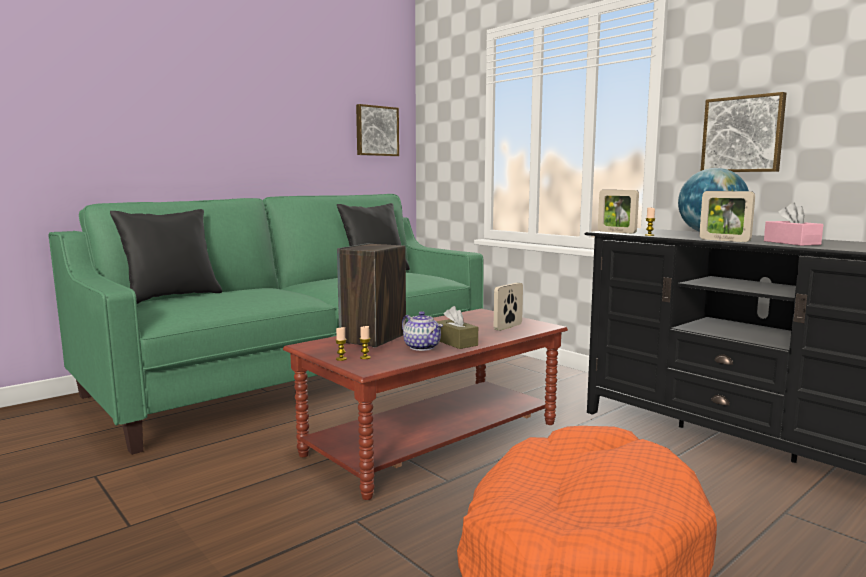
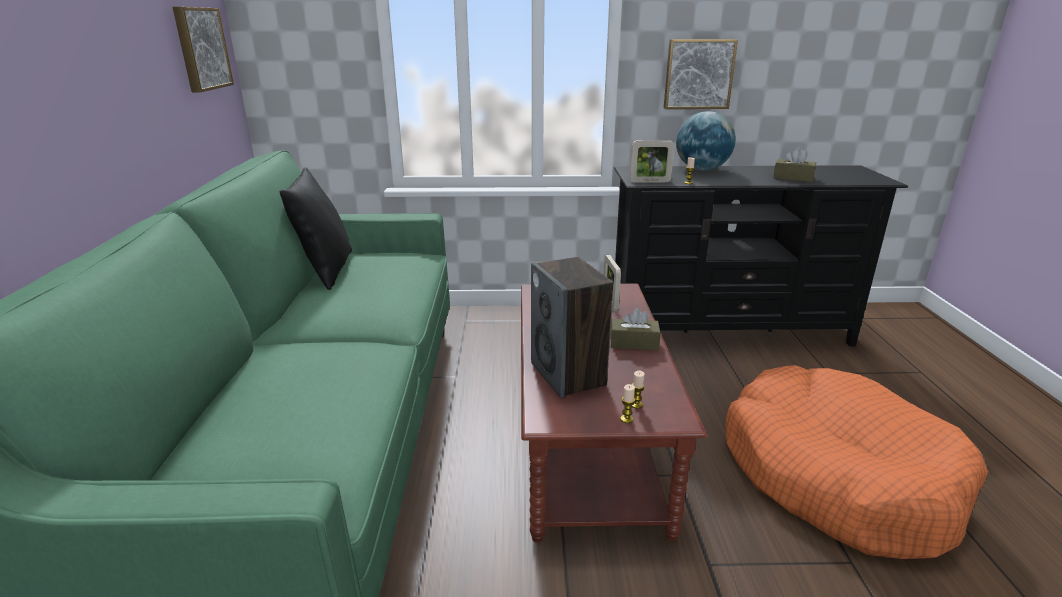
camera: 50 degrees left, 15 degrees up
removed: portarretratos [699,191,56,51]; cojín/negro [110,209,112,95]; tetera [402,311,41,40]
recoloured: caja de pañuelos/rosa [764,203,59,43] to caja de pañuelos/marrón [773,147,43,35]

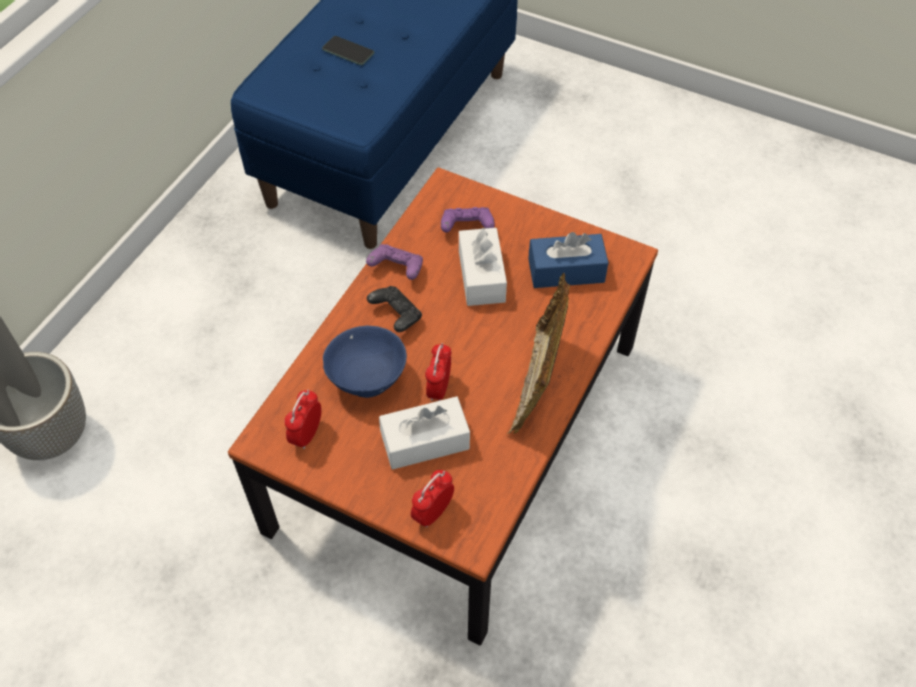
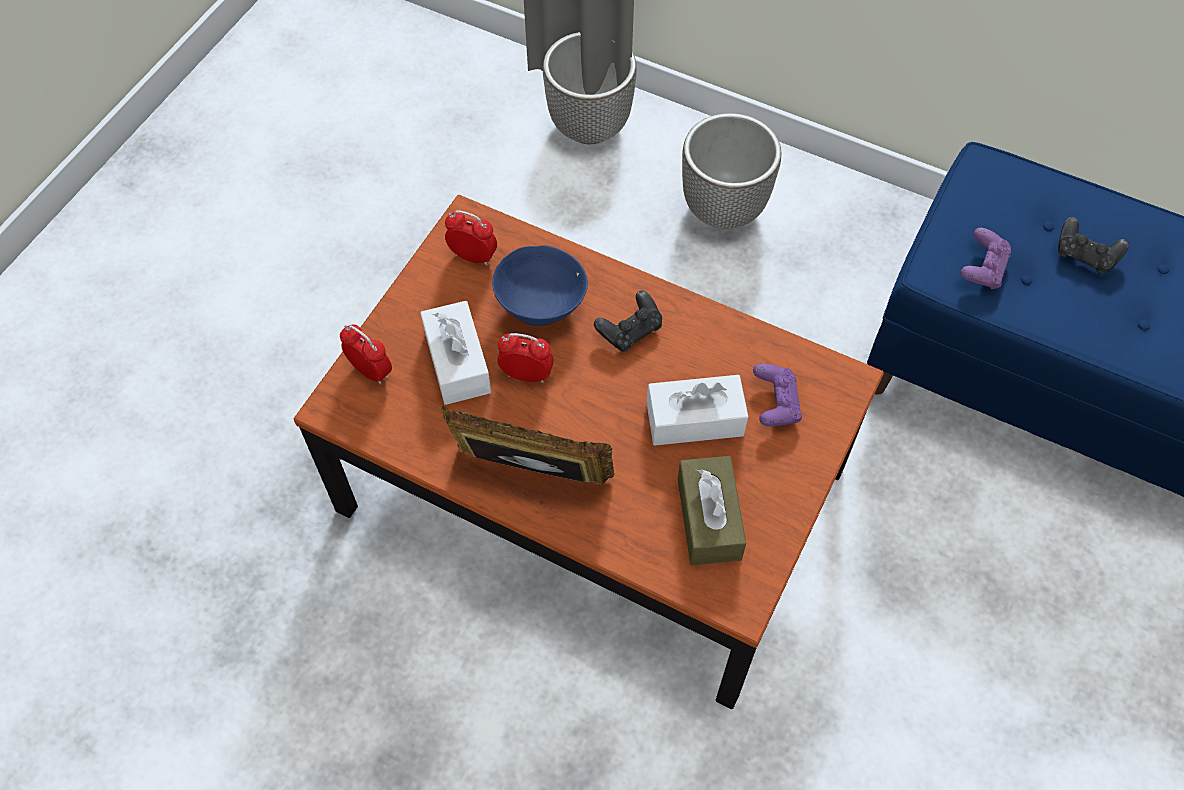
camera: 90 degrees right, 5 degrees up
added: maceta [682,113,100,116]
moved: mando de consola/morado [366,244,57,36] to [960,228,51,61]
replaced: móvil [322,36,52,29] to mando de consola/negro [1058,217,71,57]
recoloured: caja de pañuelos/azul [528,232,81,56] to caja de pañuelos/marrón [678,456,68,109]

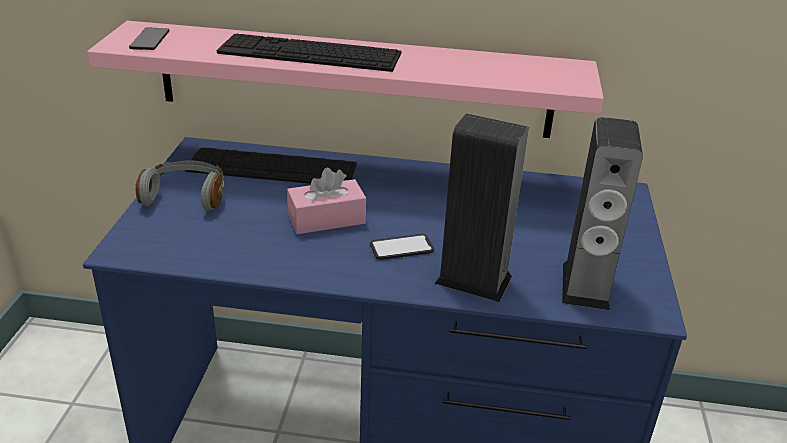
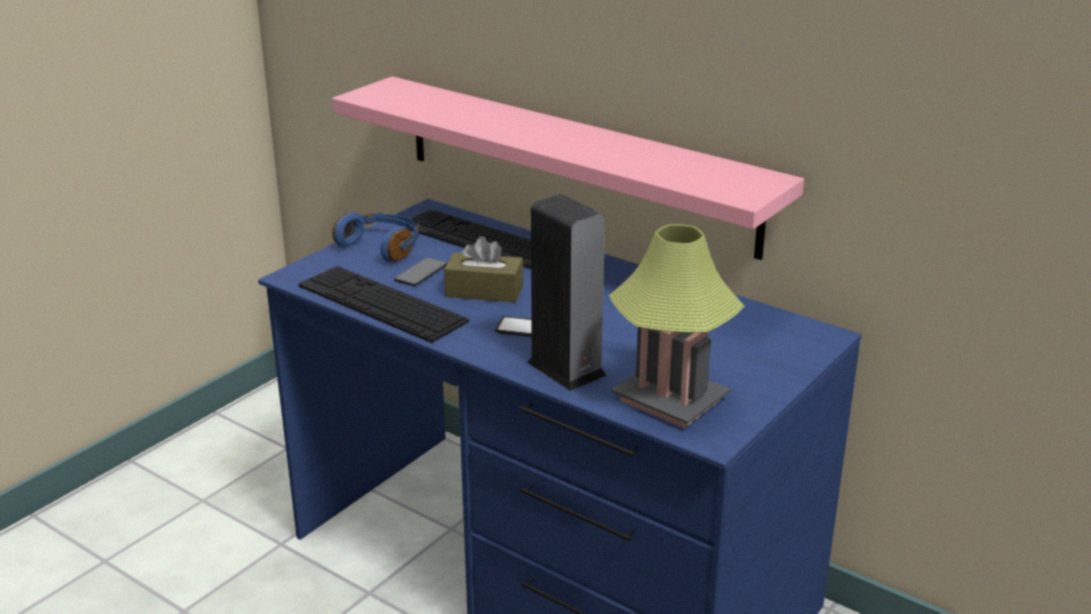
camera: 30 degrees right, 5 degrees down
moved: móvil [129,27,41,23] to [395,257,52,29]; teclado [217,34,184,38] to [299,266,170,77]
replaced: altavoz [562,117,81,193] to lámpara de mesa [609,224,135,204]
recoloured: auriculares/gris [136,161,88,50] to auriculares/azul [332,213,87,49]; caja de pañuelos/rosa [287,168,79,66] to caja de pañuelos/marrón [444,236,79,66]

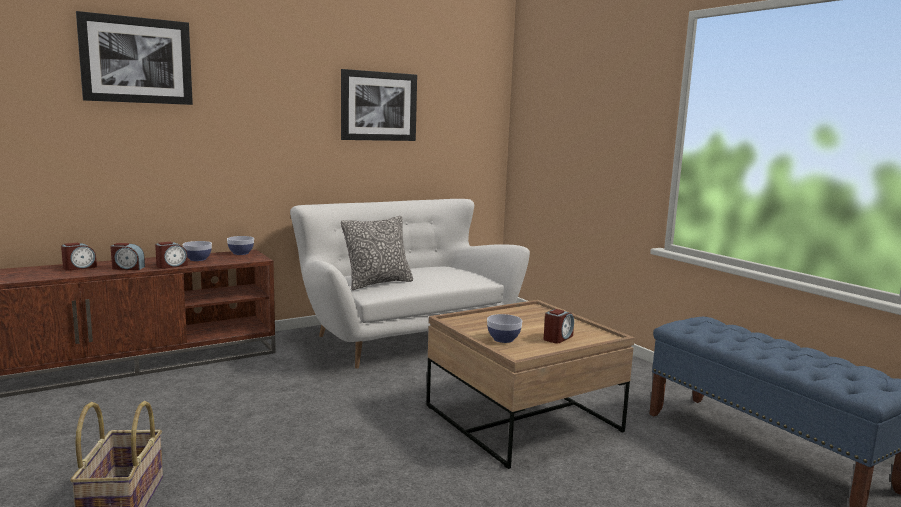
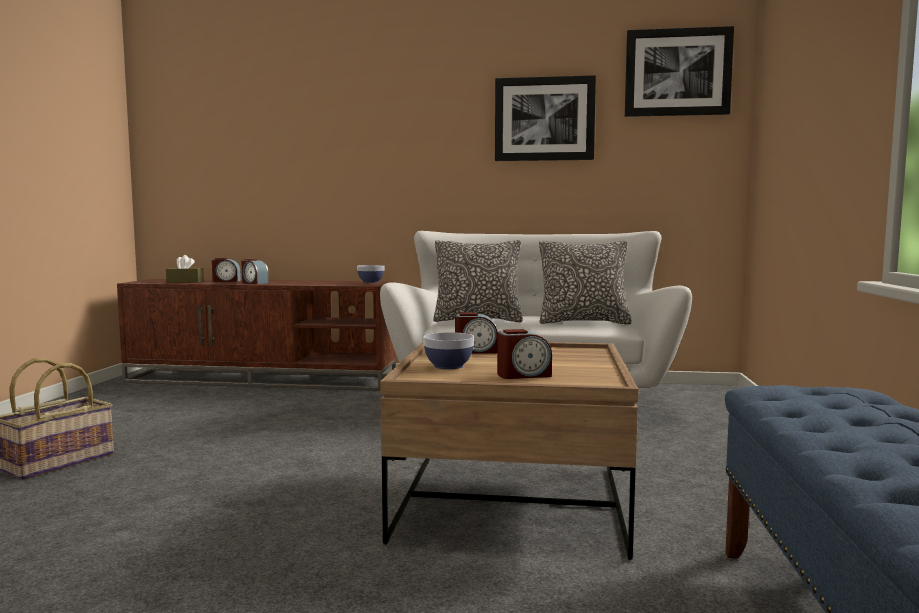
camera: 40 degrees right, 5 degrees down
removed: cuenco [183,241,29,20]
added: cojín [539,241,93,84]; caja de pañuelos/marrón [166,255,38,28]
moved: cuadro [76,11,117,94] to [625,26,109,91]; despertador [155,242,33,27] to [455,313,43,40]

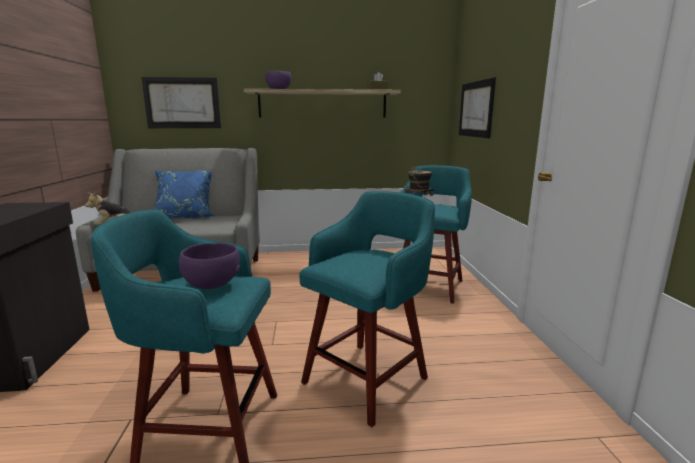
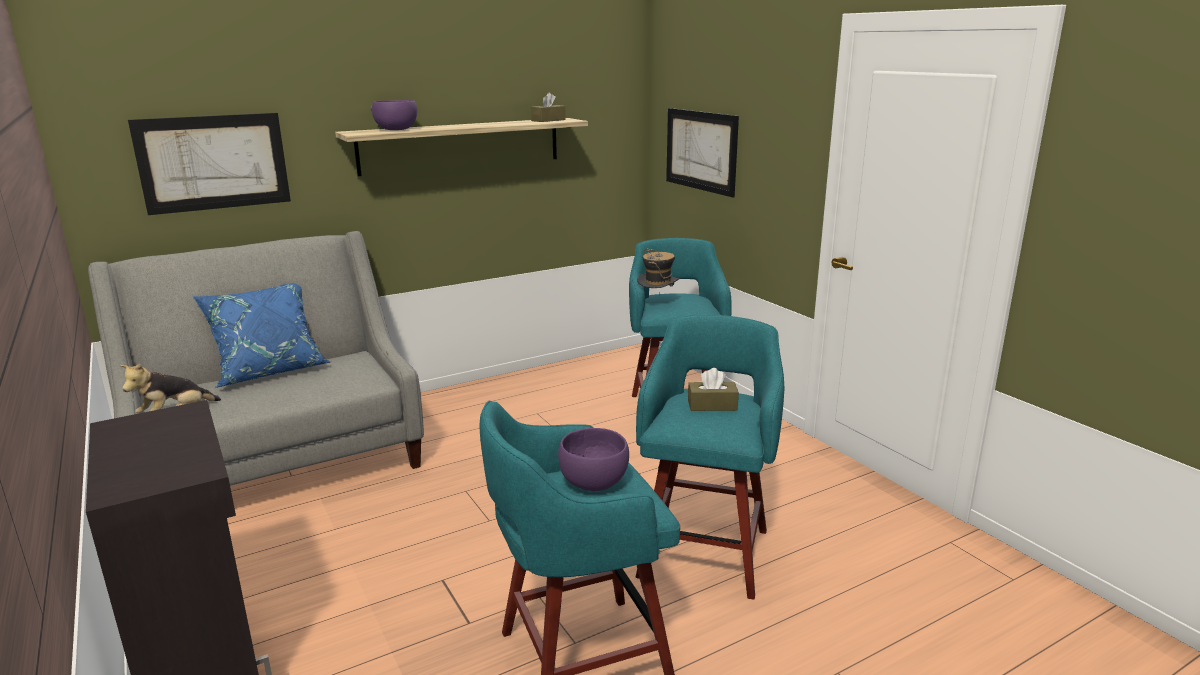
camera: 25 degrees left, 5 degrees up
added: caja de pañuelos/marrón [688,368,51,43]

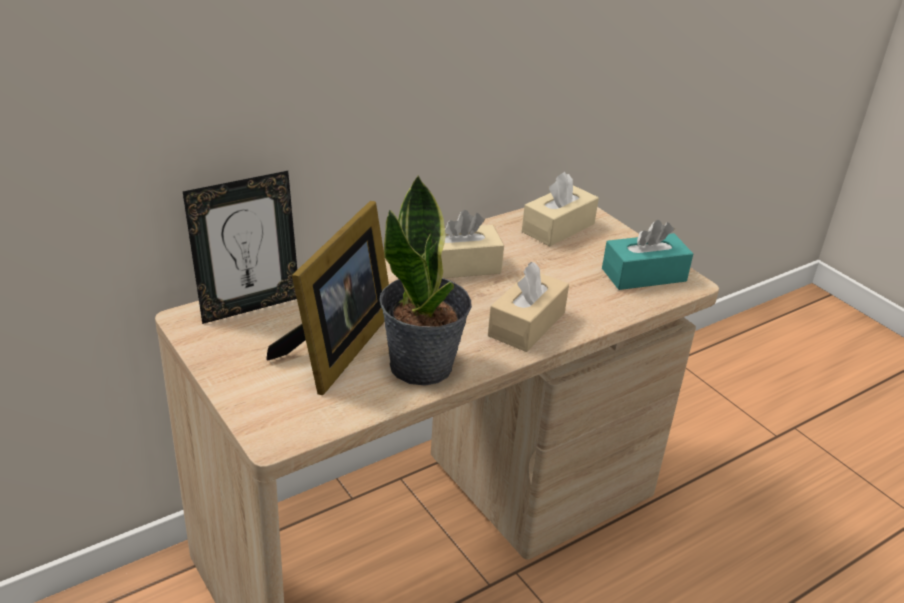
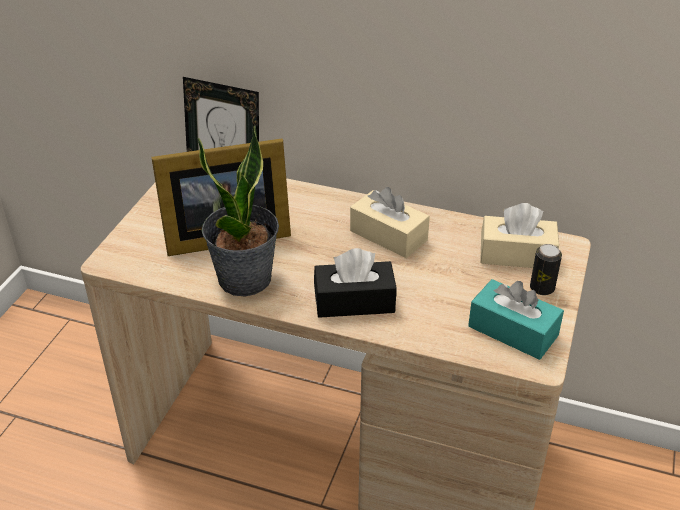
camera: 55 degrees right, 5 degrees up
added: lata [530,244,32,51]
recoloured: caja de pañuelos/beis [488,262,81,90] to caja de pañuelos/negro [314,248,83,70]

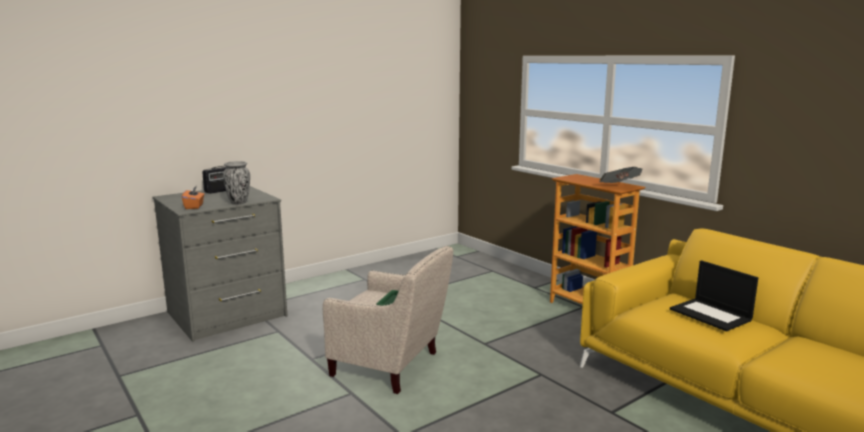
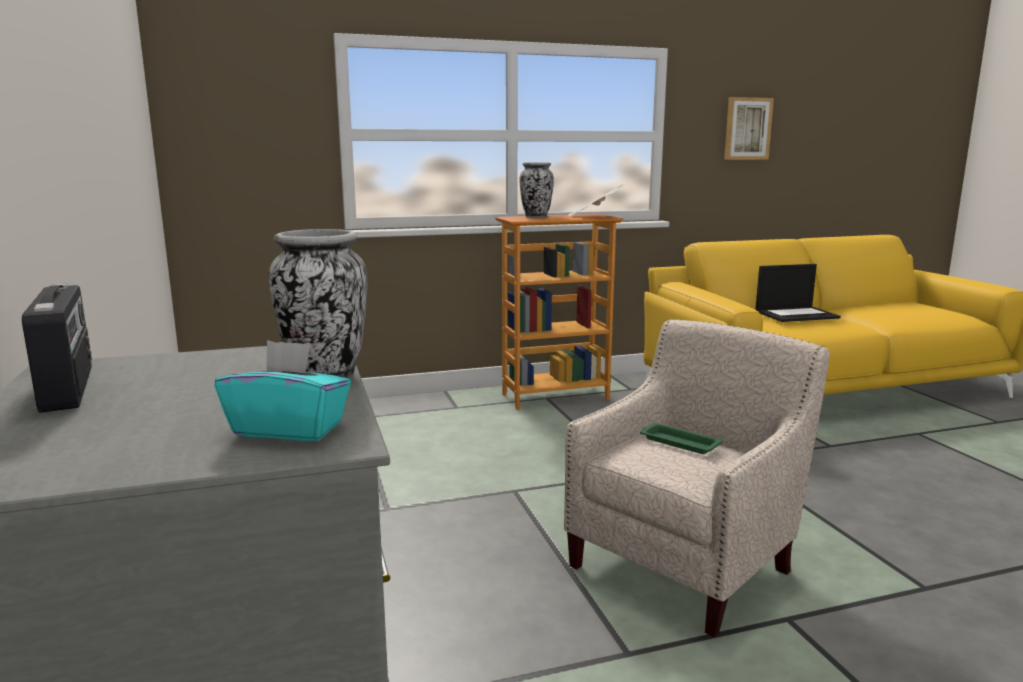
camera: 70 degrees left, 0 degrees up
added: cuadro [724,97,50,63]; florero [519,162,35,55]
recoloured: caja de pañuelos/naranja [182,186,22,23] to caja de pañuelos/turquesa [214,340,137,101]

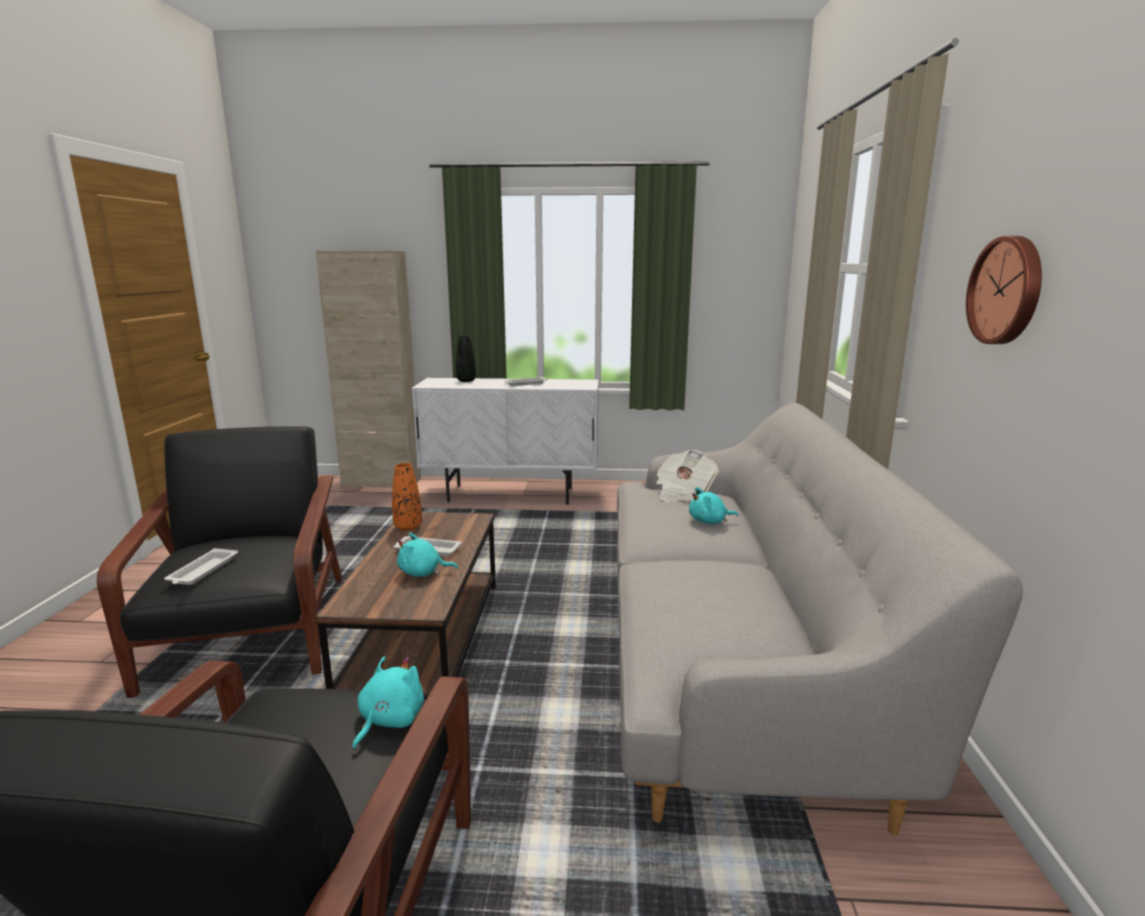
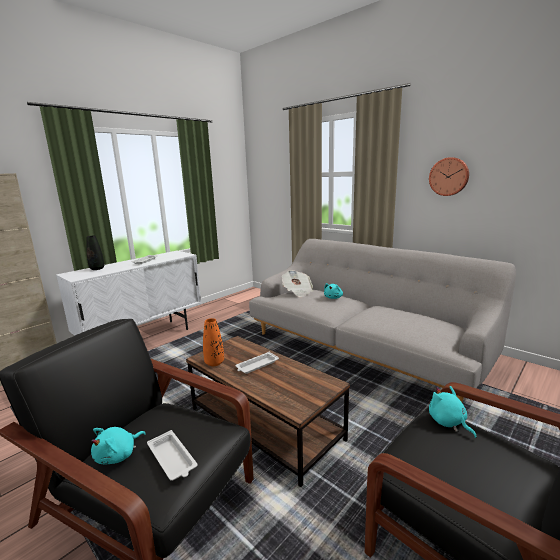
camera: 50 degrees left, 0 degrees up
moved: peluche/turquesa [397,533,61,44] to [91,427,55,37]

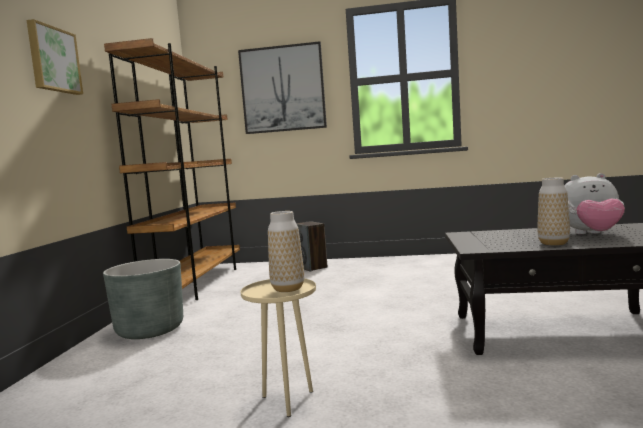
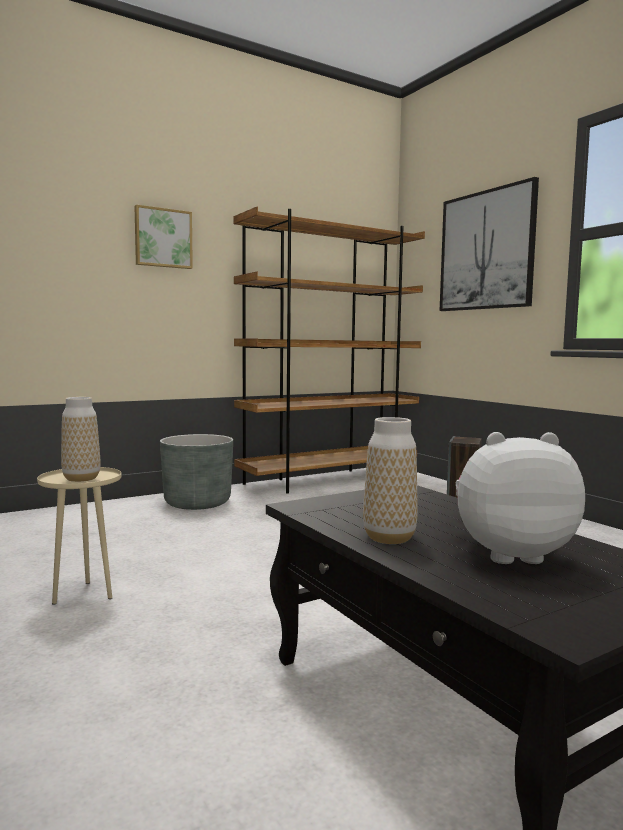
camera: 50 degrees right, 0 degrees up
turned: peluche [564,173,61,61] = [455,432,130,132] 120 degrees clockwise

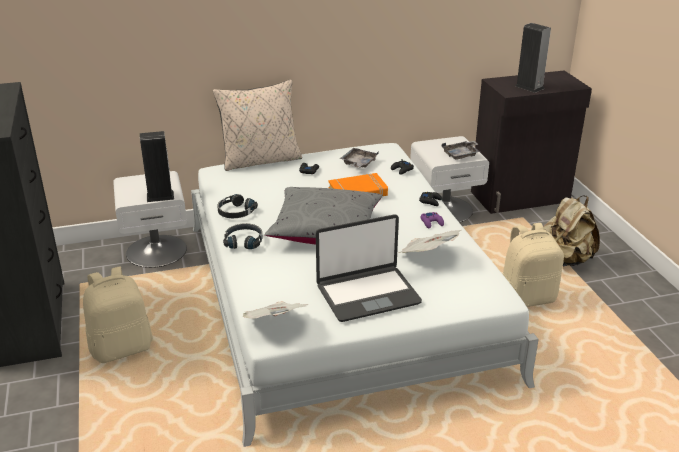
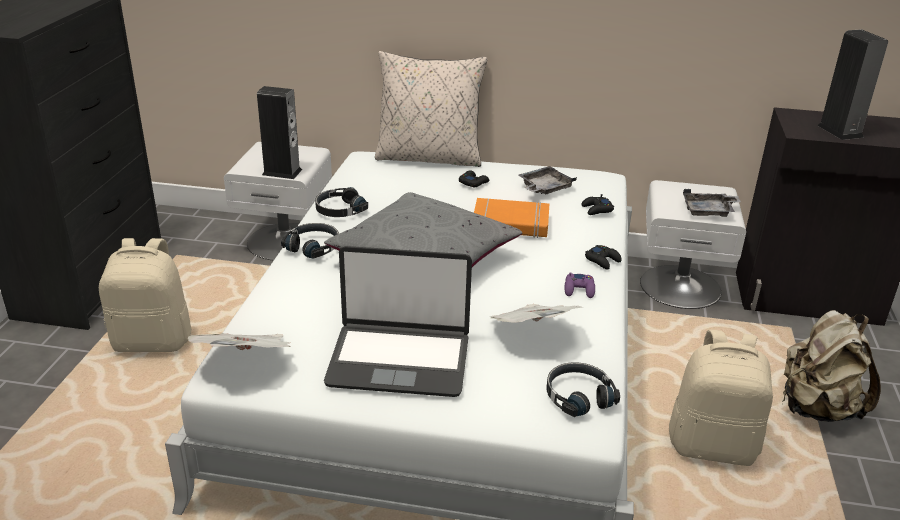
camera: 25 degrees right, 0 degrees up
added: auriculares/negro [547,362,73,55]

